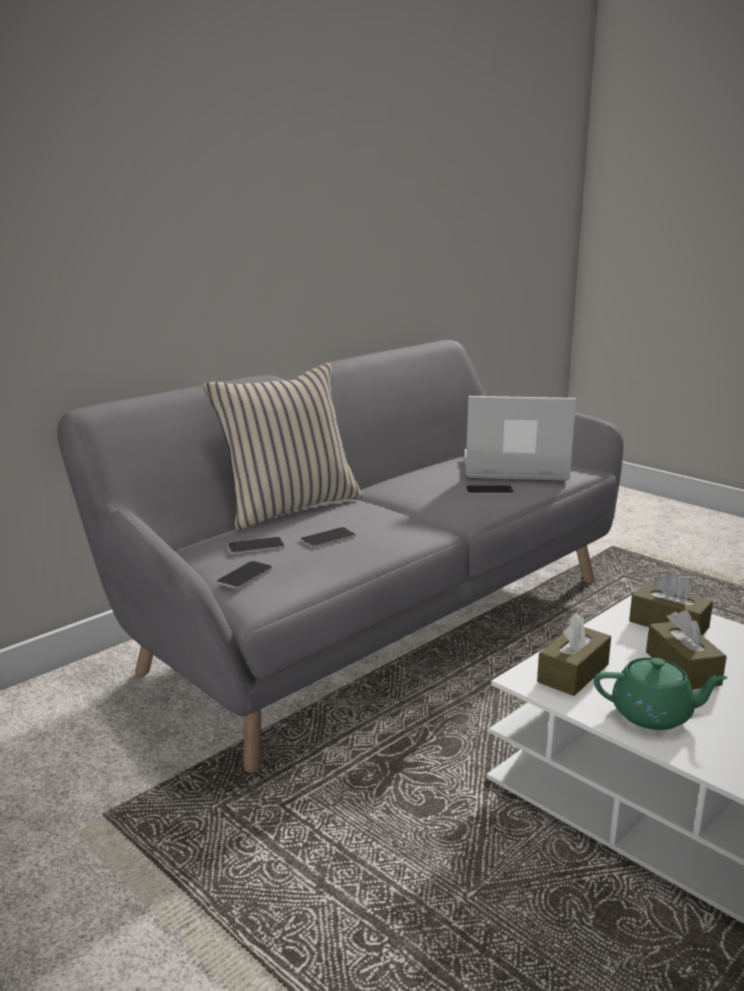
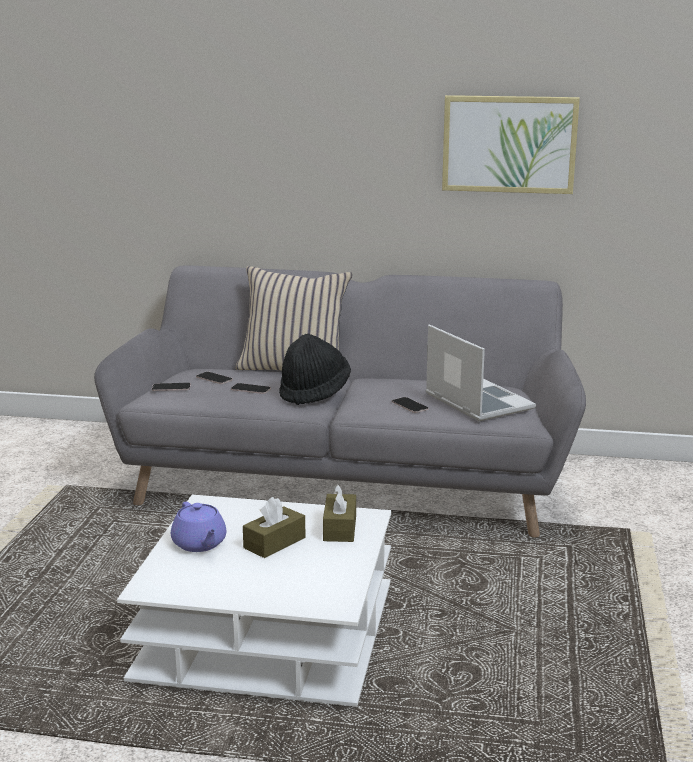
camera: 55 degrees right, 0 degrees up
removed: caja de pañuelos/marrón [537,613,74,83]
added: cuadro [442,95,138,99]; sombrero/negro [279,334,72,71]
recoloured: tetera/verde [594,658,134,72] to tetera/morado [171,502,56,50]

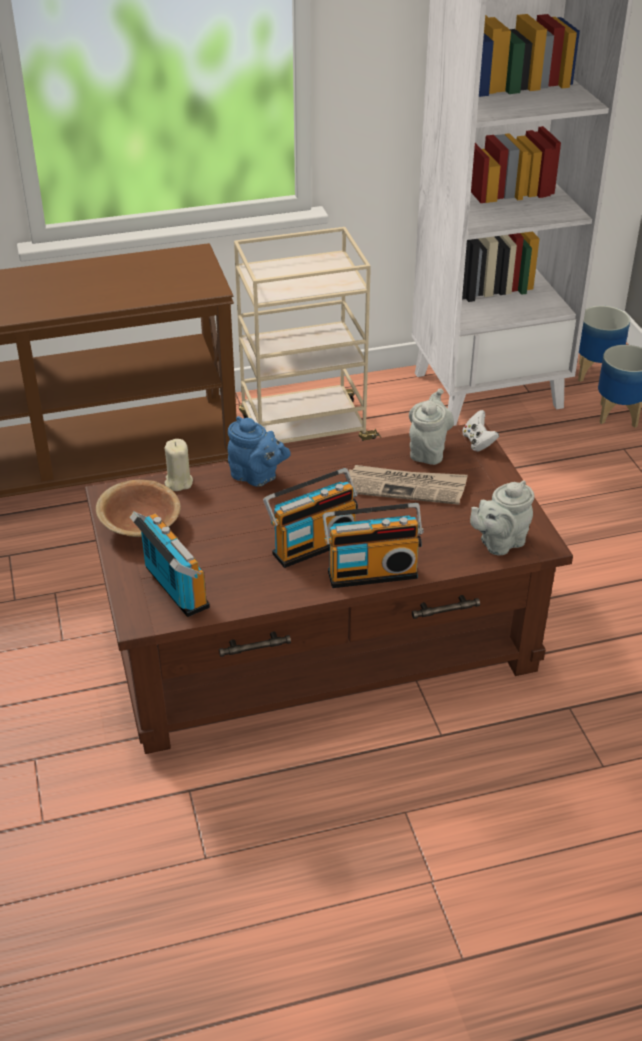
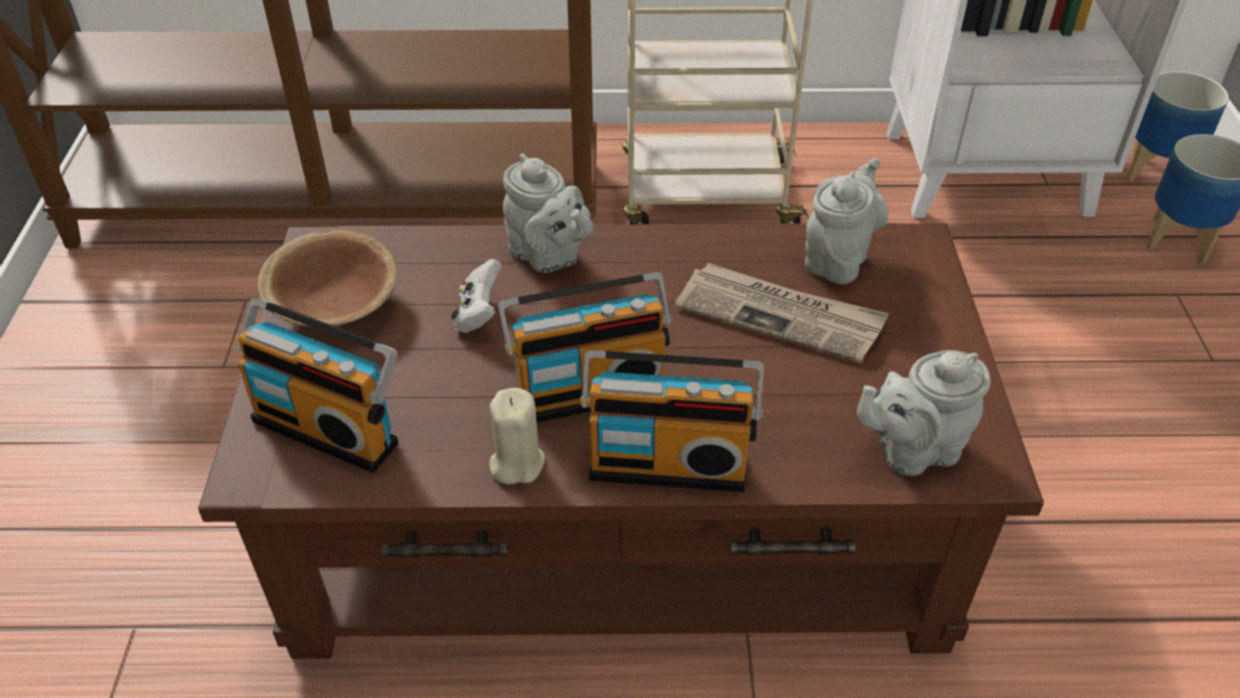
camera: 15 degrees right, 5 degrees up
moved: mando de consola/blanco [462,410,37,42] to [451,259,50,74]; vela/beis [165,439,28,52] to [489,388,56,96]
recoloured: tetera/azul [228,416,63,71] to tetera/gris [503,153,90,120]
turned: radio [130,511,80,106] = [236,298,163,175] 135 degrees clockwise

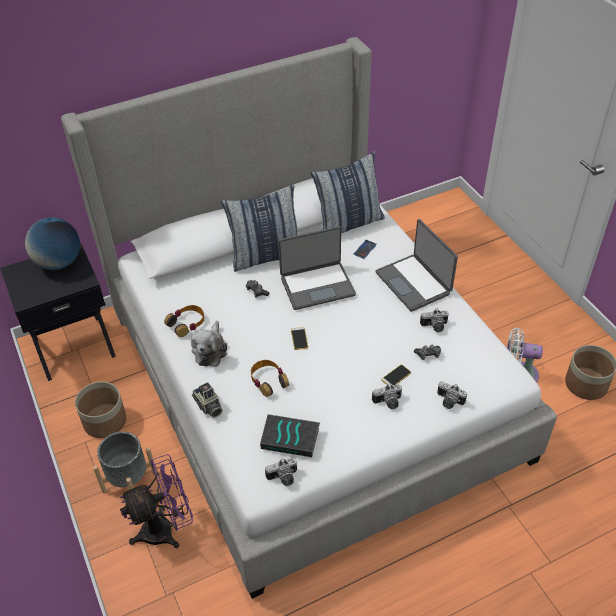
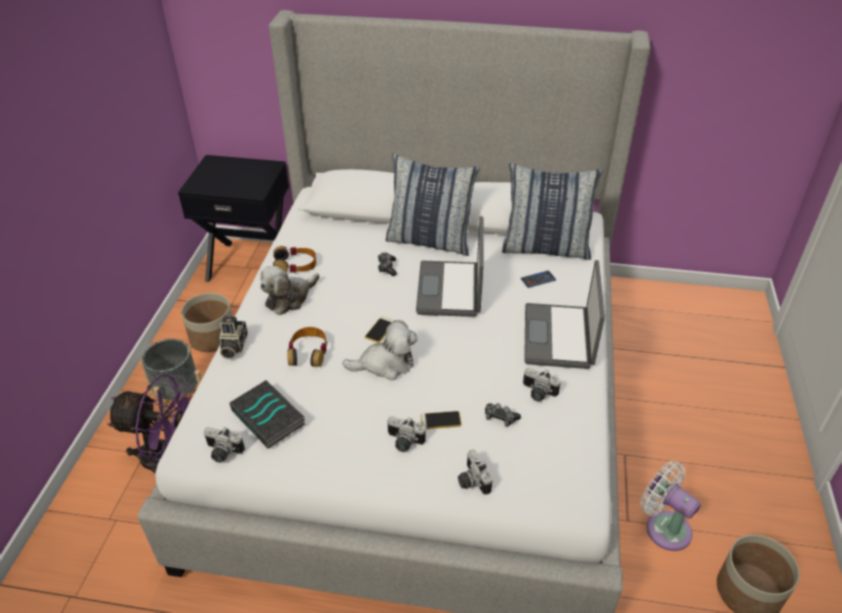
camera: 35 degrees right, 5 degrees down
removed: globo terráqueo [25,217,55,53]
added: peluche [342,320,76,60]
turned: portátil [278,226,78,84] = [416,216,68,101] 75 degrees clockwise

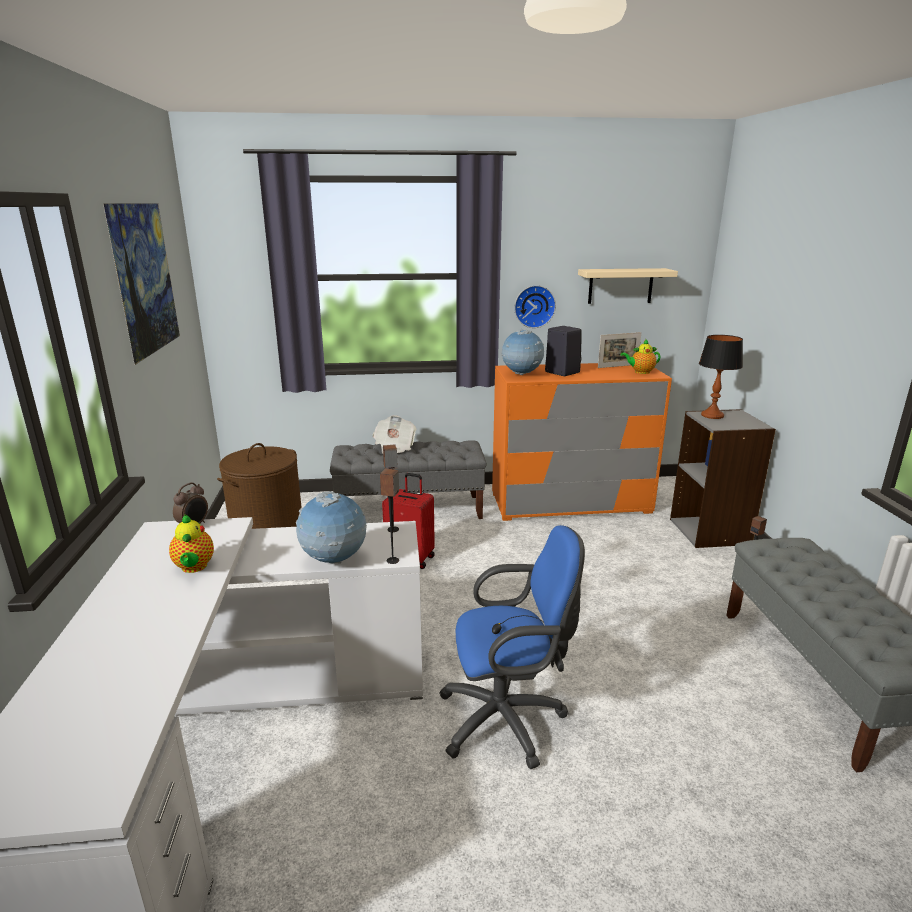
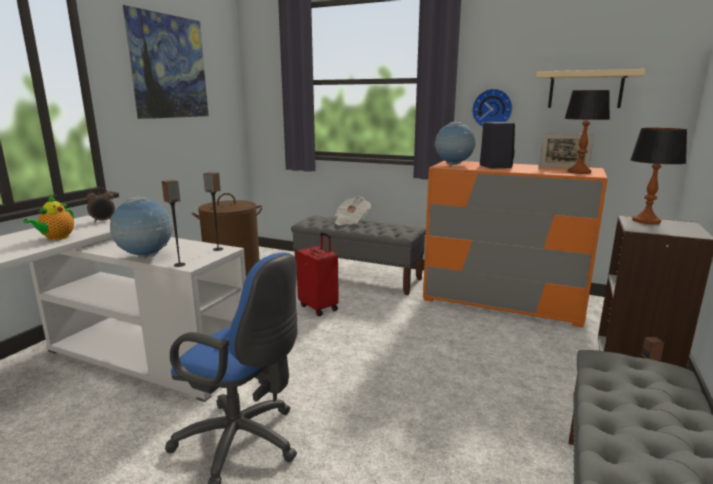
camera: 30 degrees right, 5 degrees down
replaced: tetera [620,339,40,35] to lámpara de mesa [564,90,46,84]

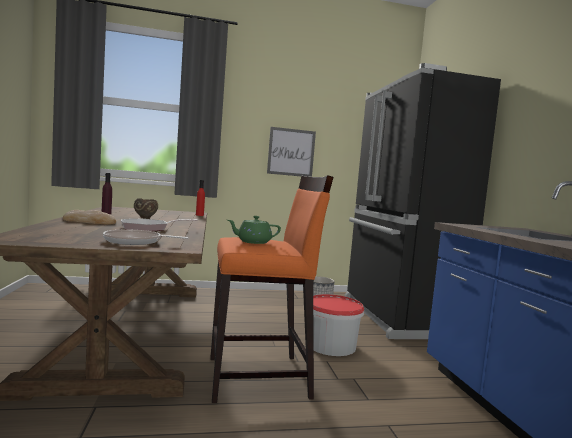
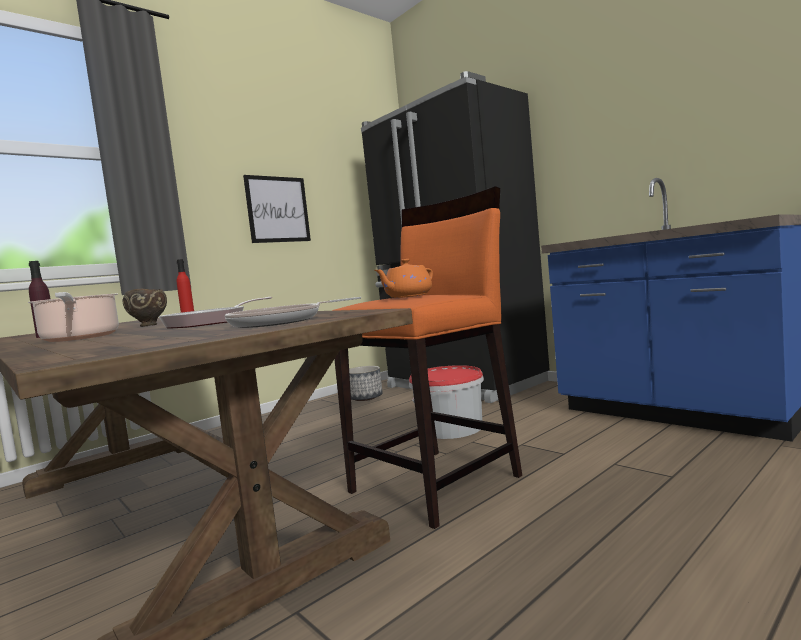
camera: 30 degrees left, 0 degrees up
replaced: pan [63,210,53,14] to olla [28,292,91,50]
recoloured: tetera/verde [228,216,53,28] to tetera/naranja [375,259,58,39]

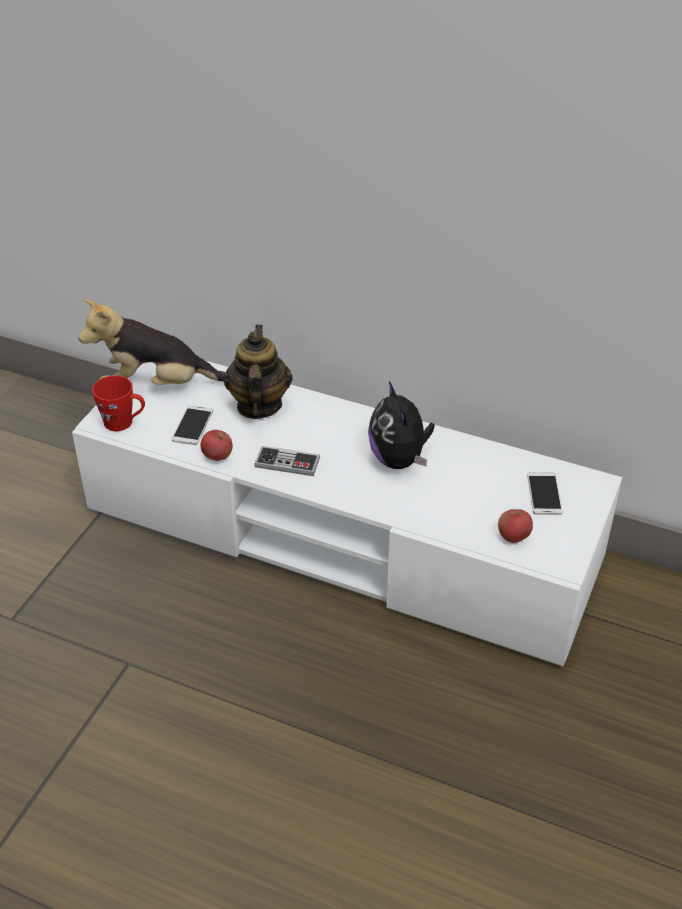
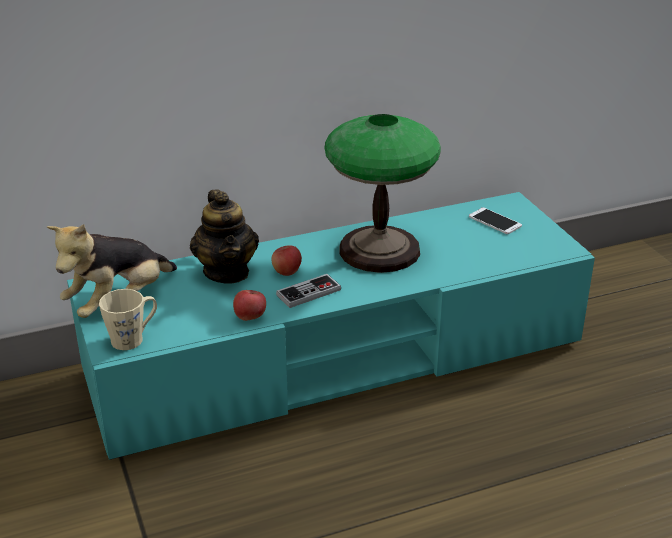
camera: 45 degrees left, 10 degrees down
removed: móvil [172,405,41,40]
moved: manzana [498,509,35,34] to [272,246,30,30]
replaced: peluche [368,381,67,88] to lámpara de mesa [325,114,116,159]
recoloured: mueble de televisión/blanco [72,361,550,305] to mueble de televisión/turquesa [67,192,528,268]; taza grande/rojo [92,375,53,57] to taza grande/beis [99,289,58,61]
turned: tetera [223,325,70,94] = [190,190,69,94] 150 degrees counterclockwise

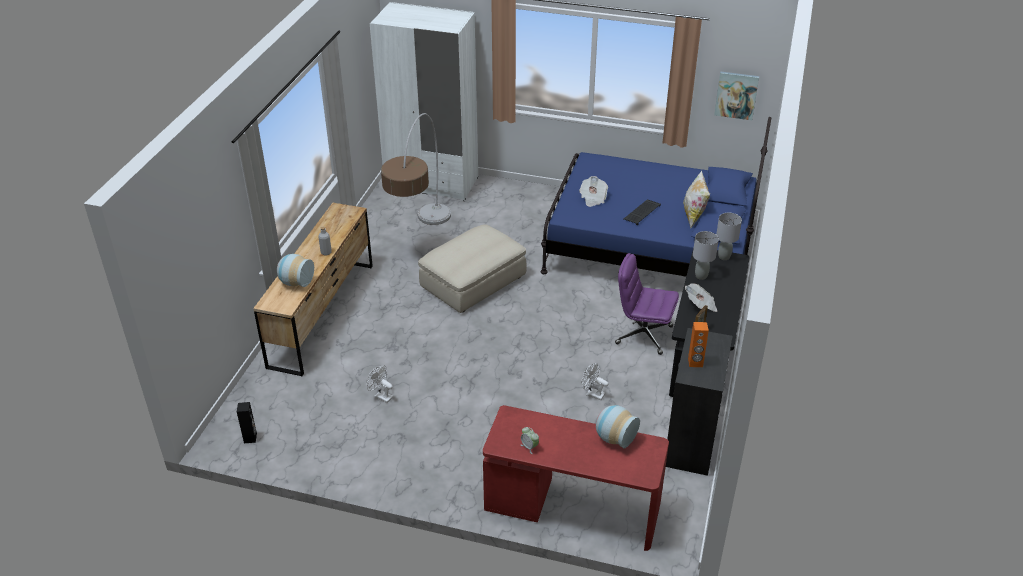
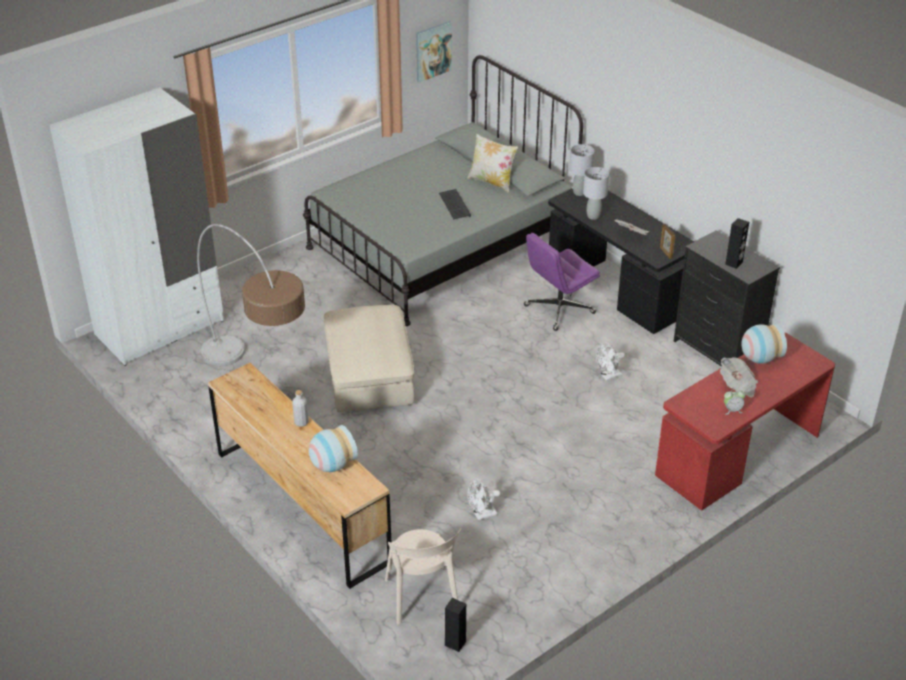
camera: 55 degrees left, 0 degrees up
added: silla/beis [385,528,76,96]
moved: periódico [579,176,29,31] to [720,357,38,41]
recoloured: cama/azul [541,117,230,159] to cama/gris [303,55,280,271]; altavoz/naranja [688,322,21,45] to altavoz/negro [725,218,24,51]

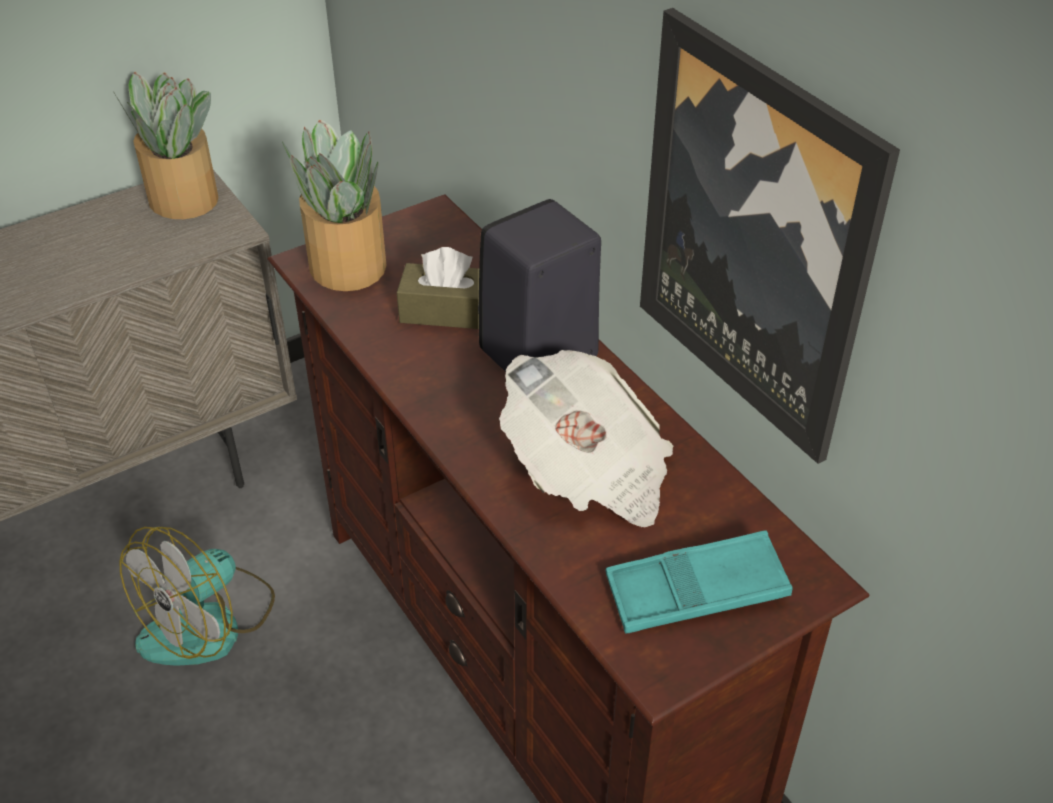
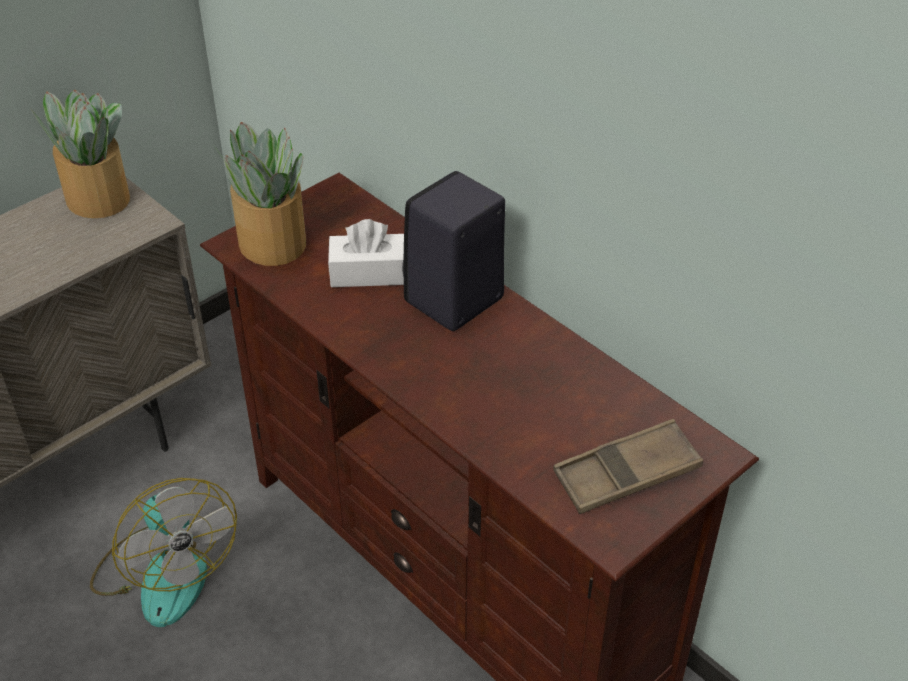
camera: 10 degrees left, 0 degrees up
removed: cuadro [640,8,260,456]; periódico [499,350,174,177]
recoloured: caja de pañuelos/marrón [397,247,82,82] to caja de pañuelos/blanco [328,219,76,68]; bandeja/turquesa [606,530,187,103] to bandeja/marrón [553,419,150,95]
turned: ventilador [119,527,156,139] = [90,478,147,149] 60 degrees counterclockwise

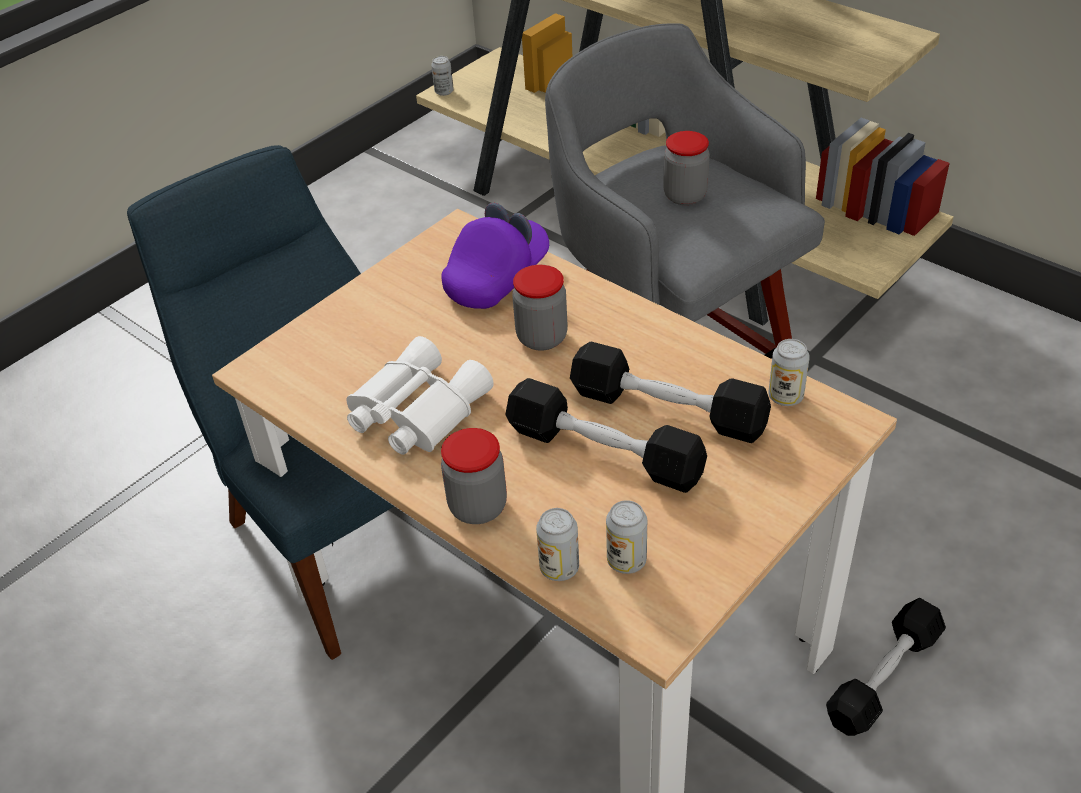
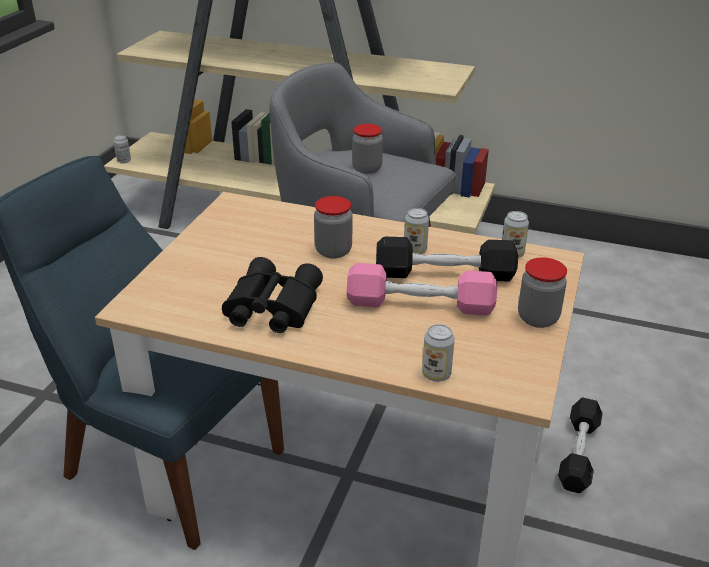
camera: 25 degrees left, 10 degrees down
removed: gorra/morado [441,203,108,106]
moved: tarro [441,428,66,96] to [518,257,49,71]; lata [606,500,41,74] to [404,208,25,46]
recoloured: prismáticos/blanco [346,336,148,119] to prismáticos/negro [222,257,101,76]; mancuerna/negro [505,378,202,115] to mancuerna/rosa [347,263,150,53]

